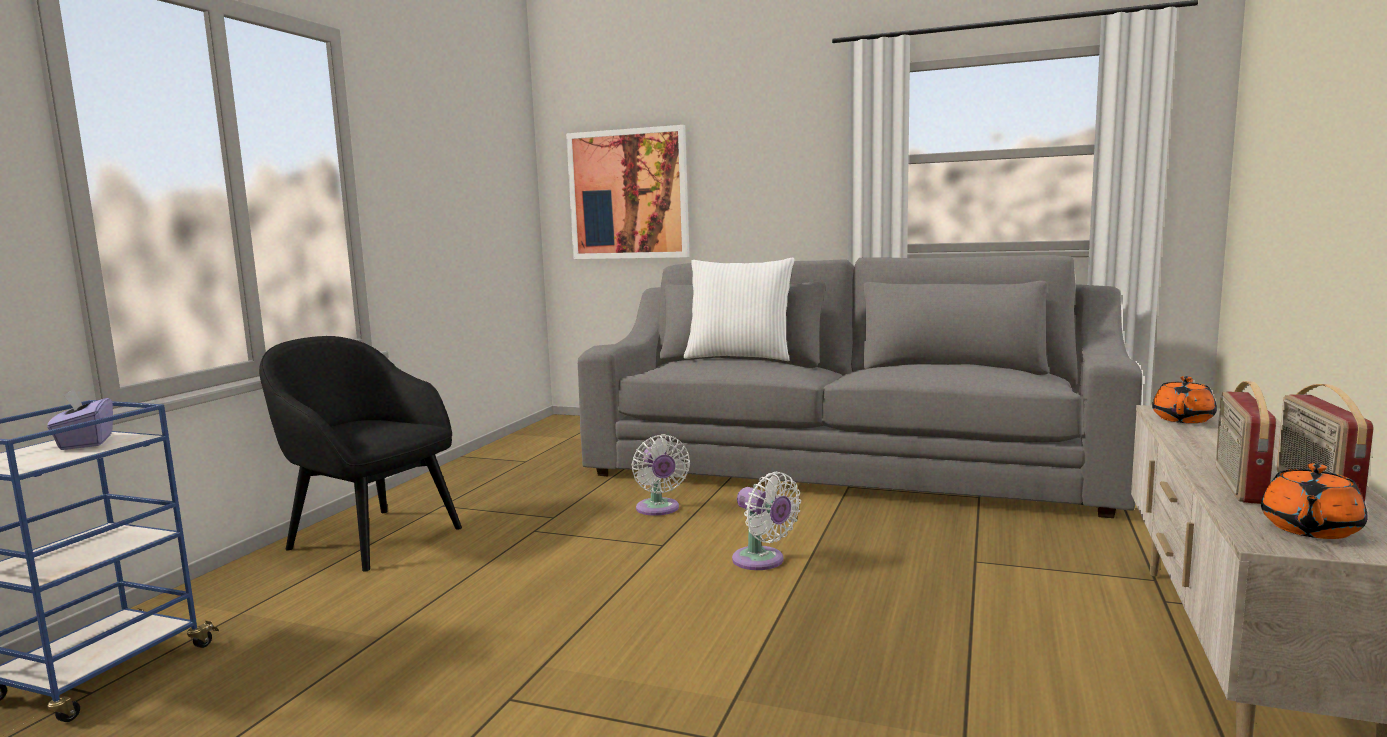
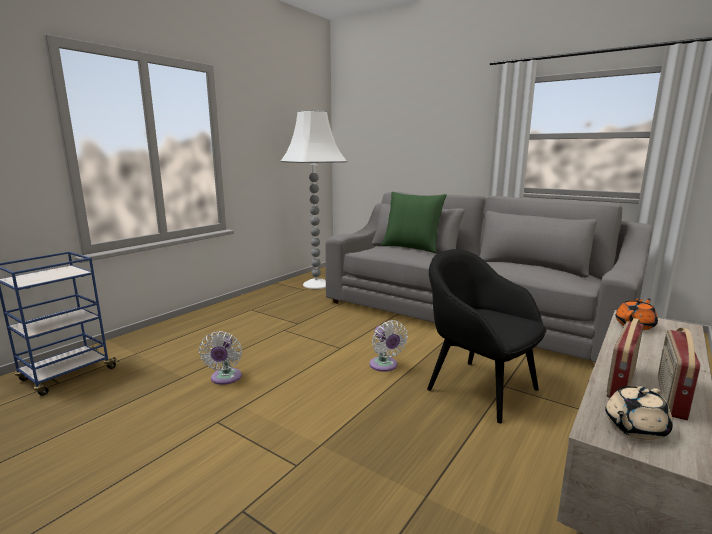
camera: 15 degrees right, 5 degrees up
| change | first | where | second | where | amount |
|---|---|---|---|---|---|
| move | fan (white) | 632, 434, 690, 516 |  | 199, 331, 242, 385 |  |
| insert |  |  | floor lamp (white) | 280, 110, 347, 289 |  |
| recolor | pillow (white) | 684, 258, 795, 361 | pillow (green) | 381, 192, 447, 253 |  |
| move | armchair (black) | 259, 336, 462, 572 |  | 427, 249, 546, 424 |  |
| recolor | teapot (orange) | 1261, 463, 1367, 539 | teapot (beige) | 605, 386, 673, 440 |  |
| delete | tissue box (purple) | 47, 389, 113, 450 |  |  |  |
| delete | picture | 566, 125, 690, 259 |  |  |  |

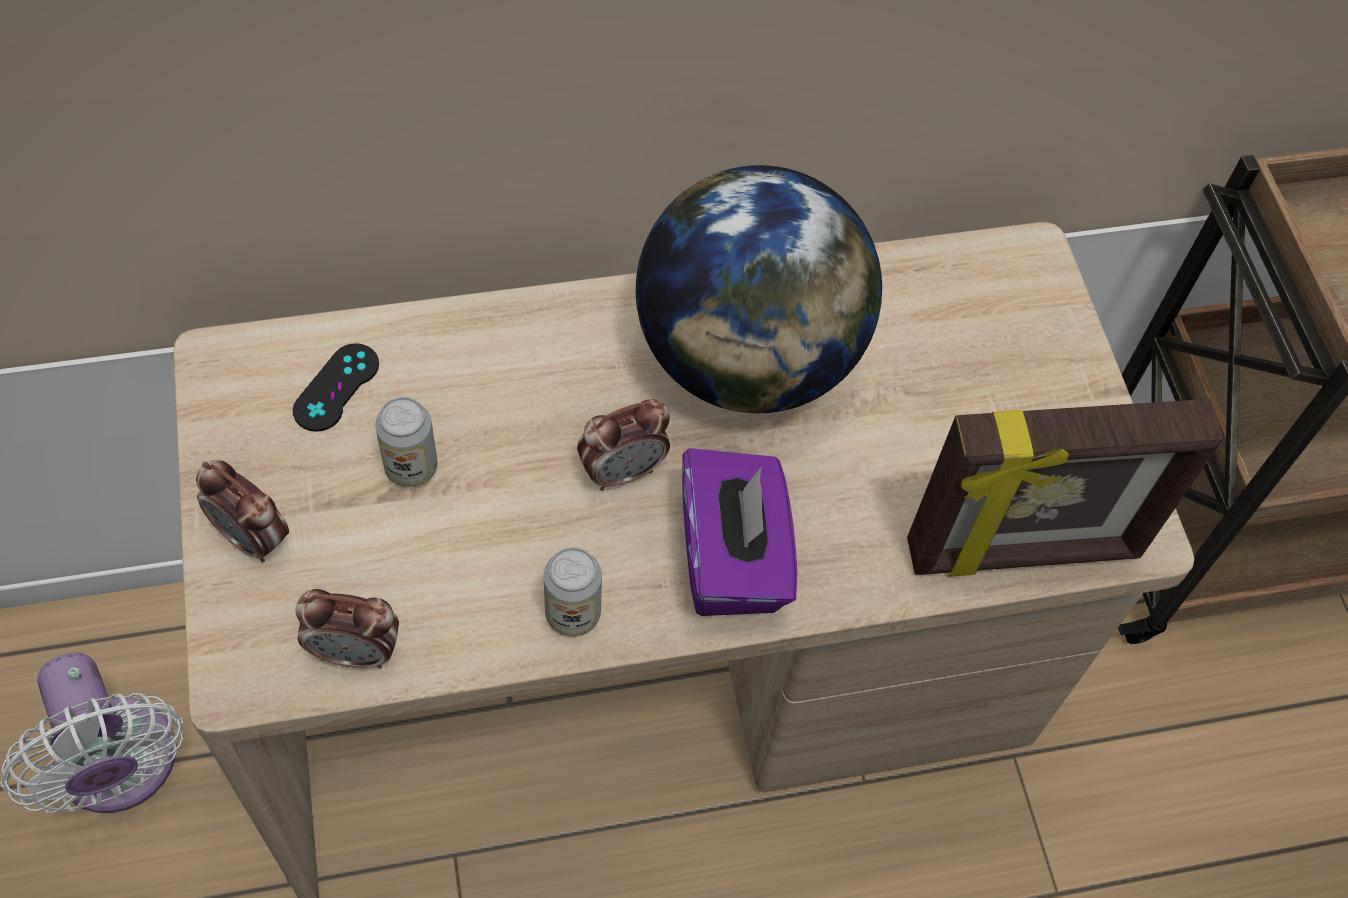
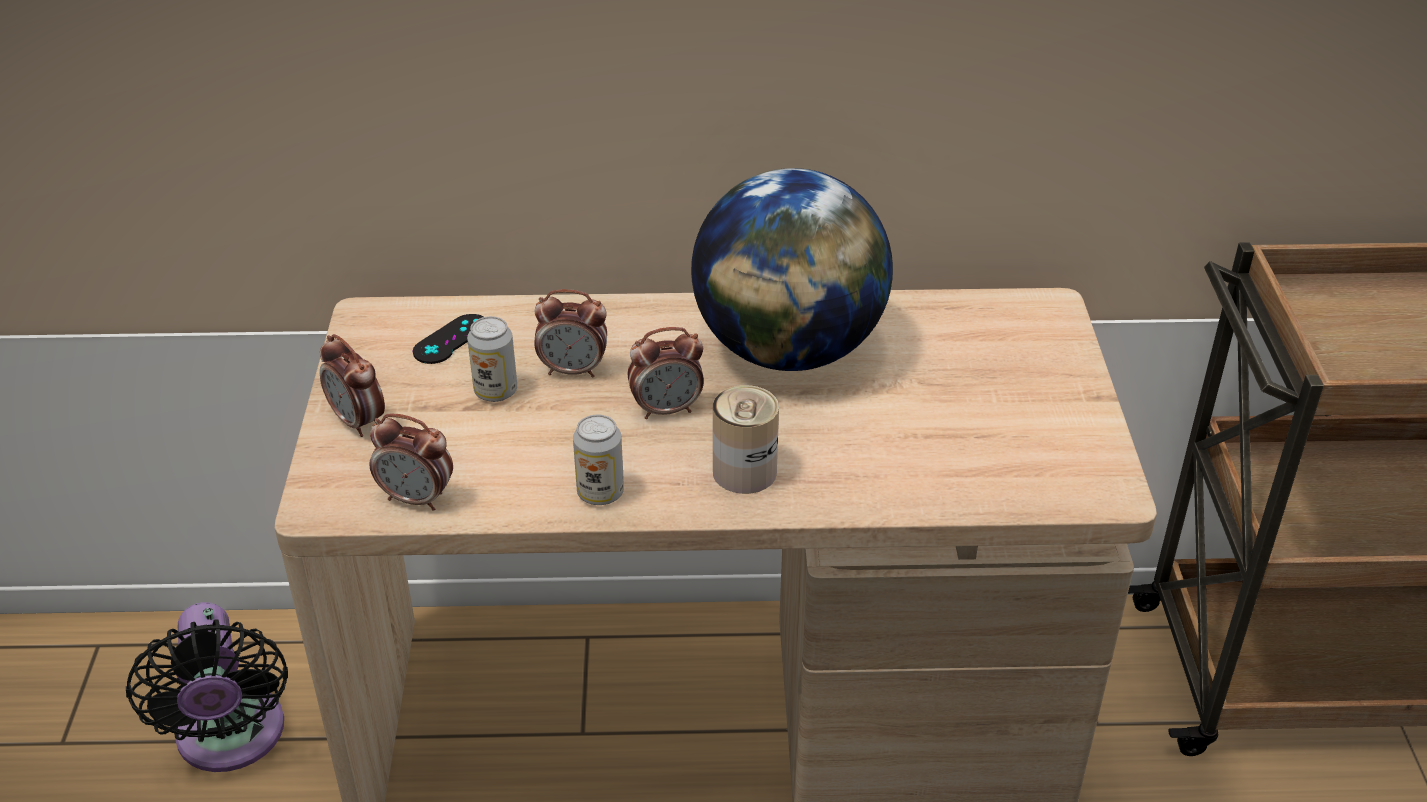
camera: 15 degrees right, 20 degrees down
| change | first | where | second | where | amount |
|---|---|---|---|---|---|
| recolor | fan (white) | 1, 652, 184, 813 | fan (black) | 126, 602, 288, 772 |  |
| insert |  |  | alarm clock | 534, 289, 607, 378 |  |
| replace | tissue box (purple) | 682, 448, 797, 616 | can | 713, 385, 779, 494 |  |
| delete | picture frame | 907, 399, 1223, 577 |  |  |  |

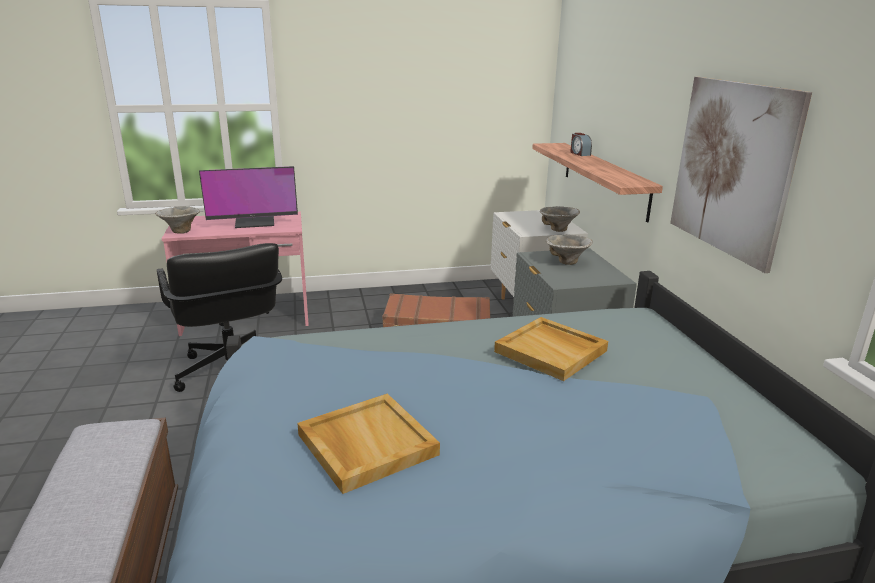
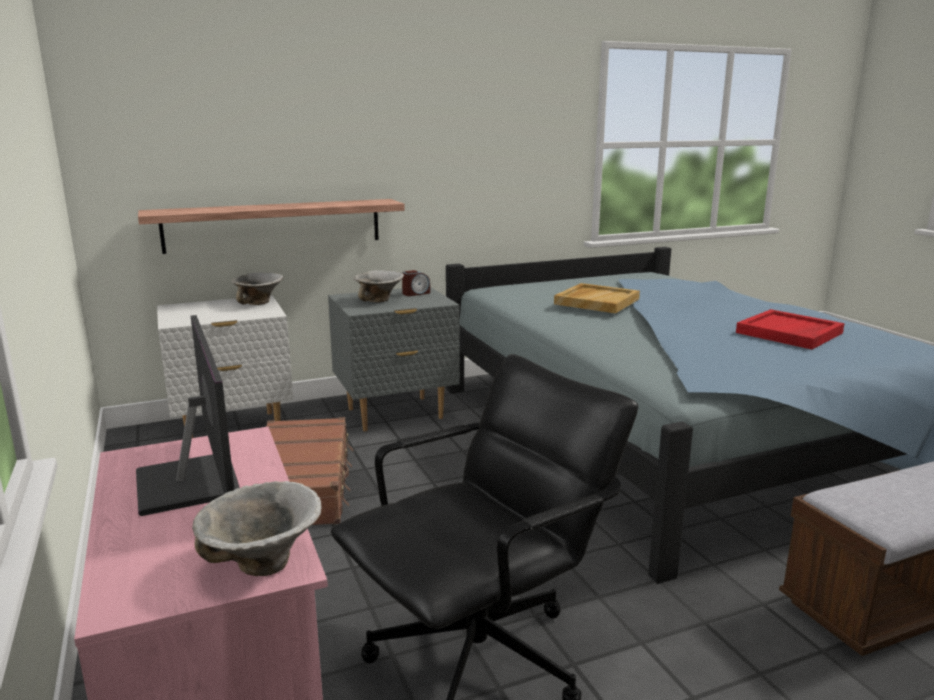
camera: 100 degrees left, 5 degrees down
| change | first | where | second | where | amount |
|---|---|---|---|---|---|
| move | alarm clock | 570, 133, 592, 156 |  | 402, 270, 430, 296 |  |
| recolor | tray (beige) | 297, 393, 440, 494 | tray (red) | 736, 309, 845, 349 |  |
| delete | picture | 670, 77, 812, 273 |  |  |  |

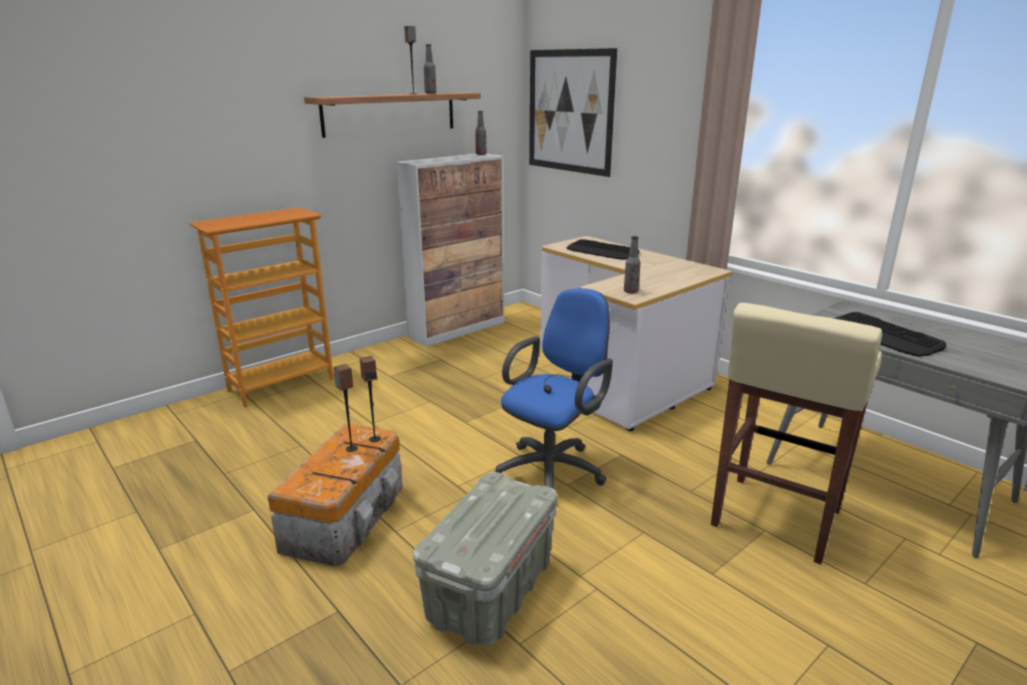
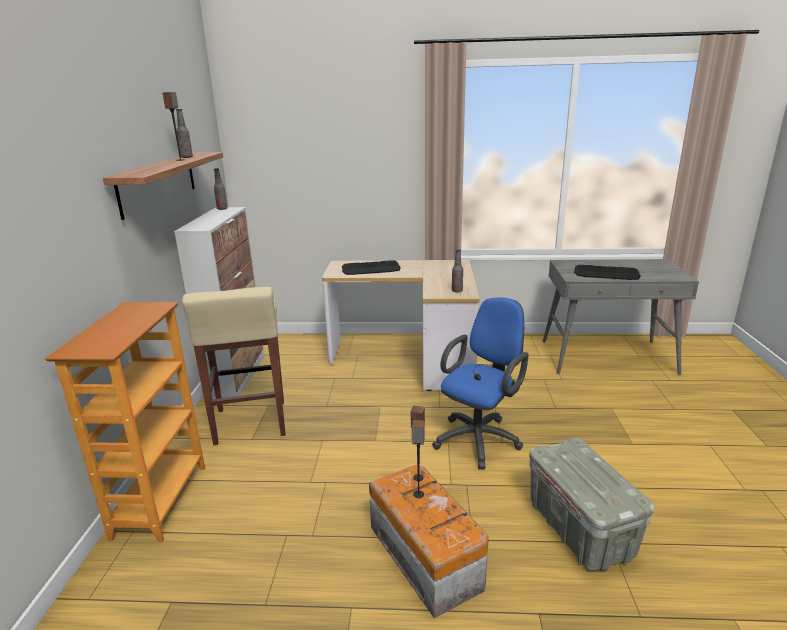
camera: 45 degrees left, 0 degrees up
| change | first | where | second | where | amount |
|---|---|---|---|---|---|
| move | stool (beige) | 711, 303, 882, 565 |  | 182, 287, 285, 445 |  |
| rotate | office chair (blue) | 493, 288, 613, 489 |  | 432, 298, 529, 469 | 45 degrees clockwise |
| delete | picture | 529, 48, 617, 177 |  |  |  |

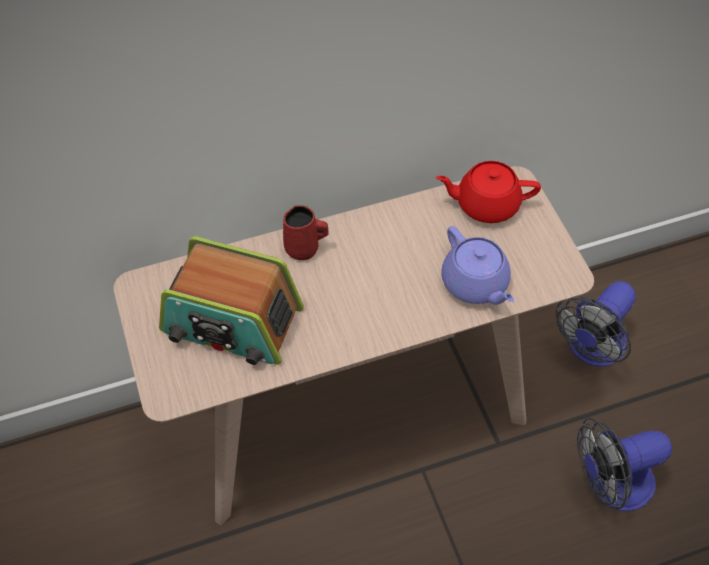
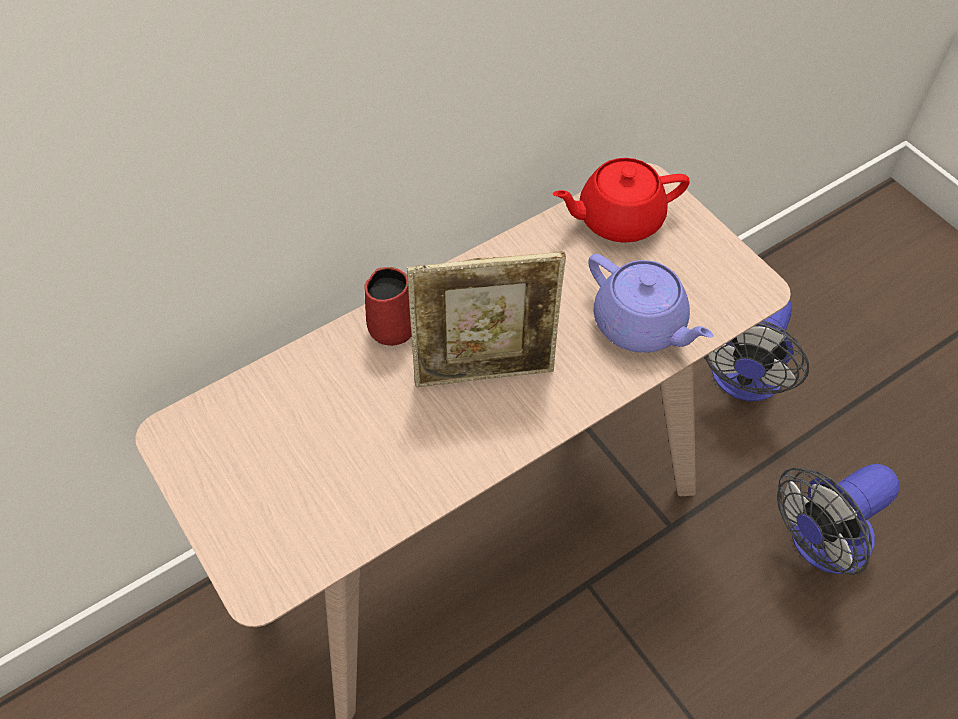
camera: 15 degrees left, 0 degrees up
| change | first | where | second | where | amount |
|---|---|---|---|---|---|
| insert |  |  | picture frame | 407, 252, 566, 387 |  |
| delete | radio | 159, 236, 304, 365 |  |  |  |

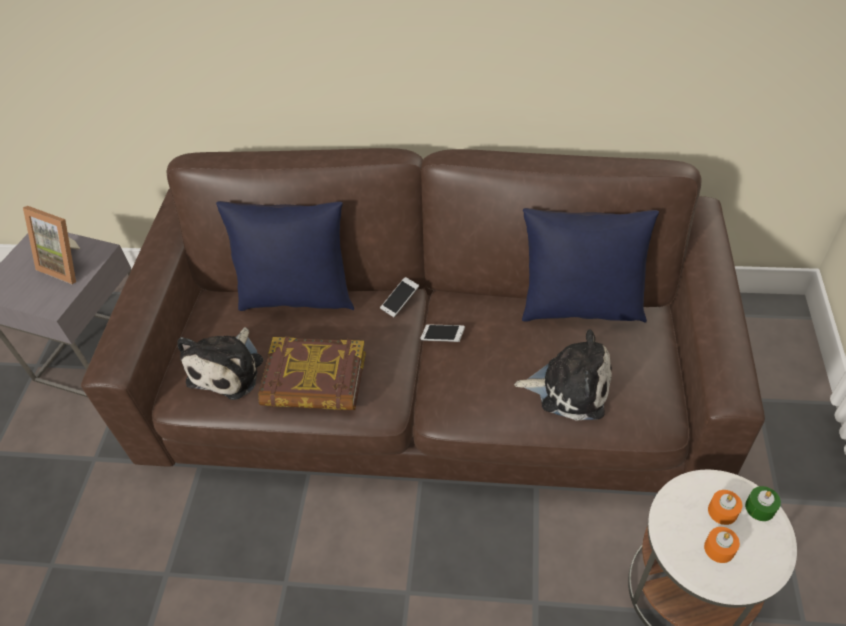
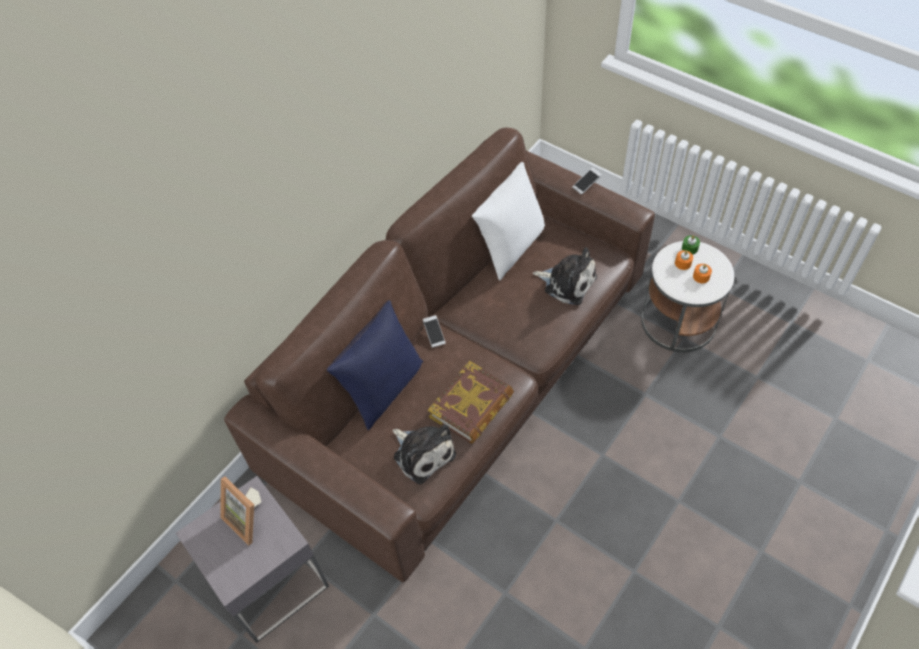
camera: 60 degrees left, 5 degrees up
| change | first | where | second | where | amount |
|---|---|---|---|---|---|
| rotate | picture frame | 23, 206, 80, 284 |  | 220, 477, 261, 546 | 75 degrees clockwise |
| recolor | pillow (blue) | 522, 208, 659, 323 | pillow (white) | 472, 162, 545, 281 |  |
| rotate | plush toy | 514, 329, 612, 421 |  | 533, 247, 597, 305 | 75 degrees clockwise |
| move | phone | 420, 324, 465, 342 |  | 572, 167, 602, 195 |  |

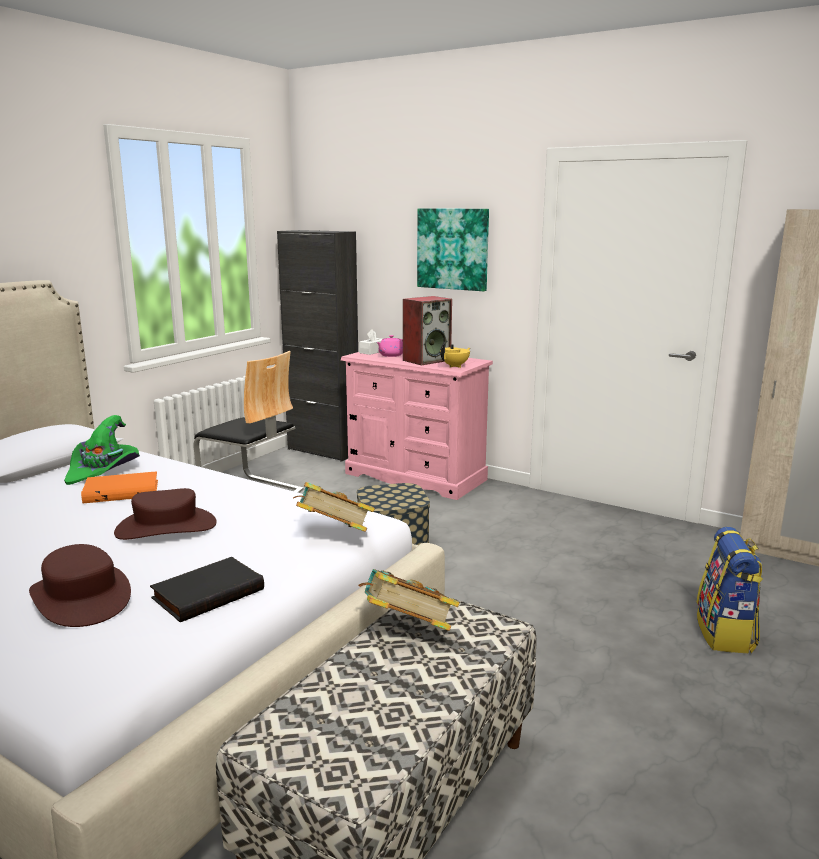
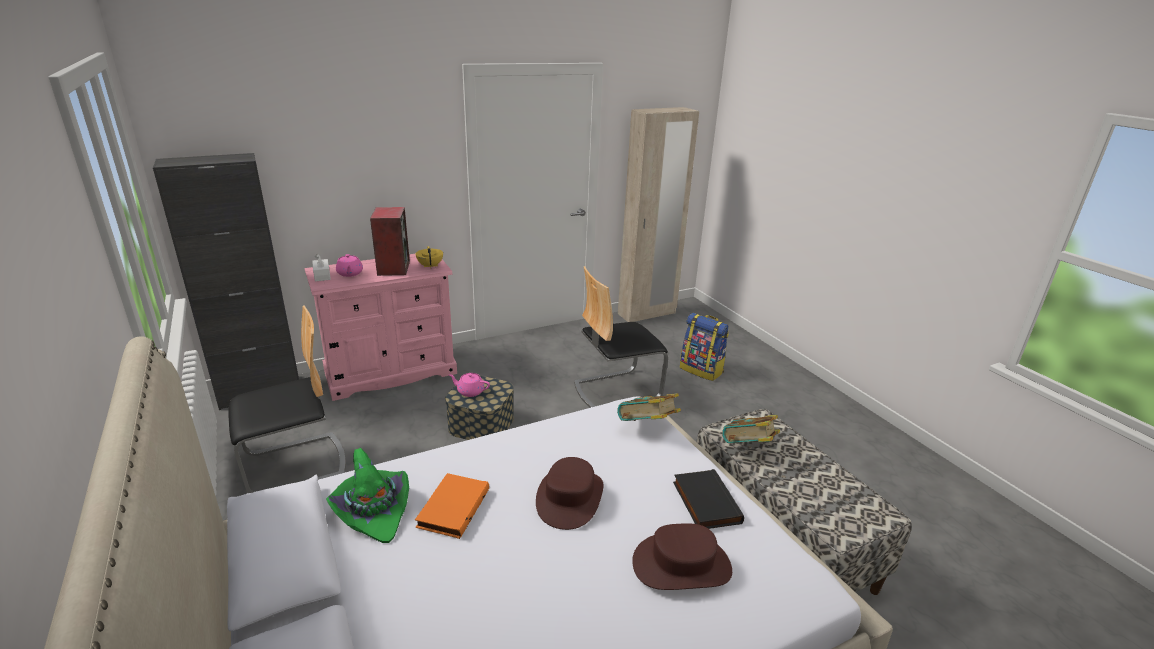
camera: 60 degrees left, 10 degrees up
| change | first | where | second | where | amount |
|---|---|---|---|---|---|
| insert |  |  | teapot (pink) | 449, 373, 490, 397 |  |
| insert |  |  | chair | 574, 266, 668, 408 |  |
| delete | picture | 417, 208, 489, 291 |  |  |  |

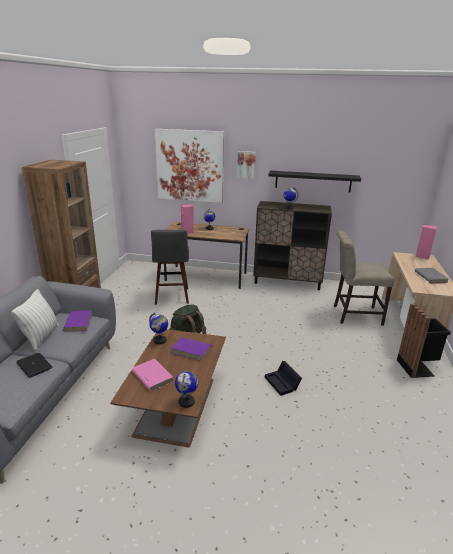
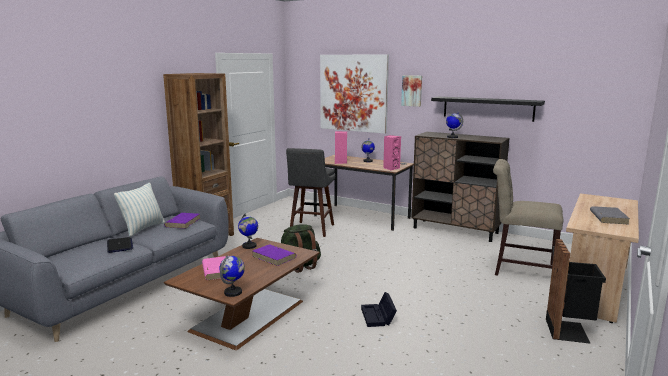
camera: 20 degrees right, 10 degrees down
| change | first | where | second | where | amount |
|---|---|---|---|---|---|
| move | speaker (pink) | 416, 225, 437, 260 |  | 383, 135, 401, 171 |  |

